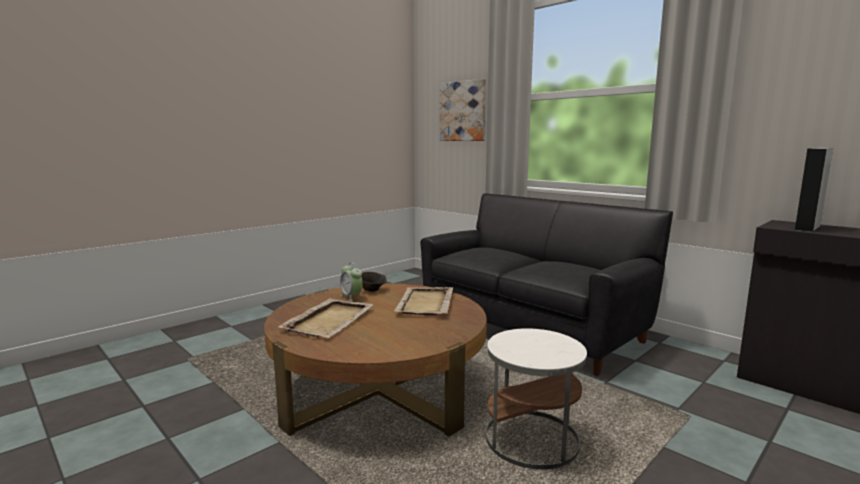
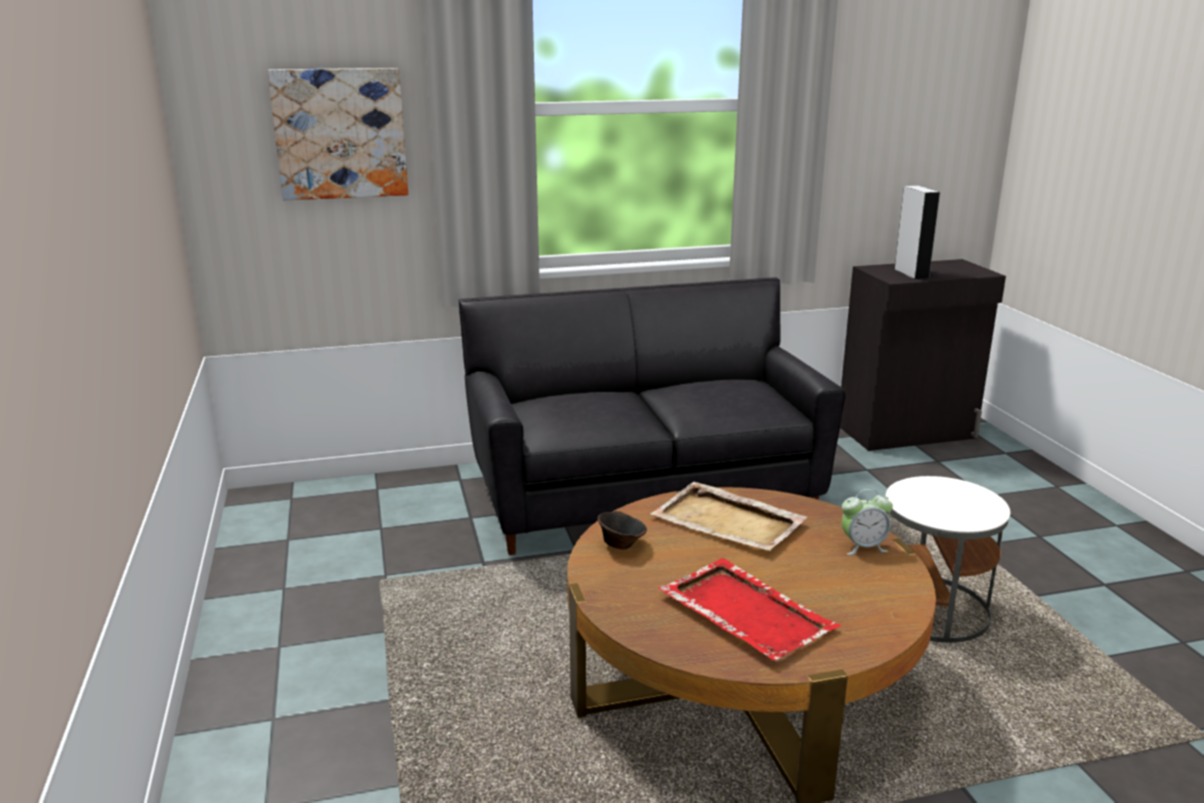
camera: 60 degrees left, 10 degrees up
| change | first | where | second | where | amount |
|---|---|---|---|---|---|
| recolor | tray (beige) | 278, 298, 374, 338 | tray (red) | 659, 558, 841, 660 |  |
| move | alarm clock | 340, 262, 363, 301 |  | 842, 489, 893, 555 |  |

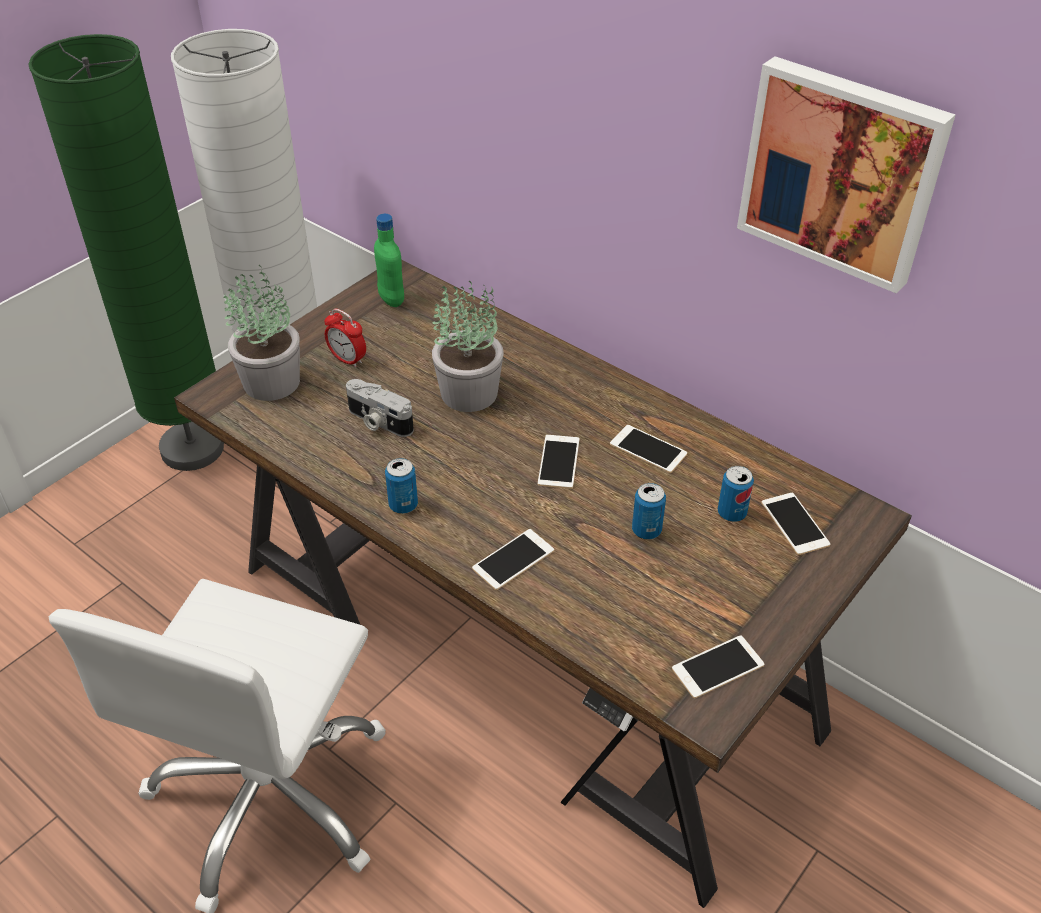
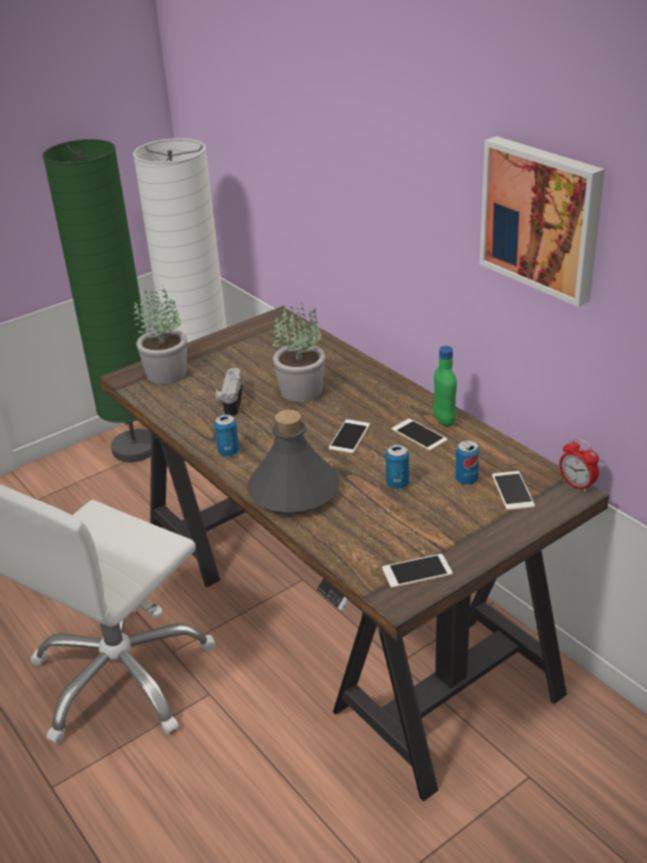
camera: 15 degrees right, 10 degrees down
| change | first | where | second | where | amount |
|---|---|---|---|---|---|
| rotate | photo camera | 346, 379, 414, 437 |  | 216, 368, 242, 417 | 45 degrees clockwise |
| replace | phone | 472, 529, 554, 590 | bottle (grey) | 247, 410, 339, 514 |  |
| move | bottle (green) | 374, 214, 404, 307 |  | 433, 346, 457, 427 |  |
| move | alarm clock | 324, 309, 366, 368 |  | 559, 438, 599, 493 |  |

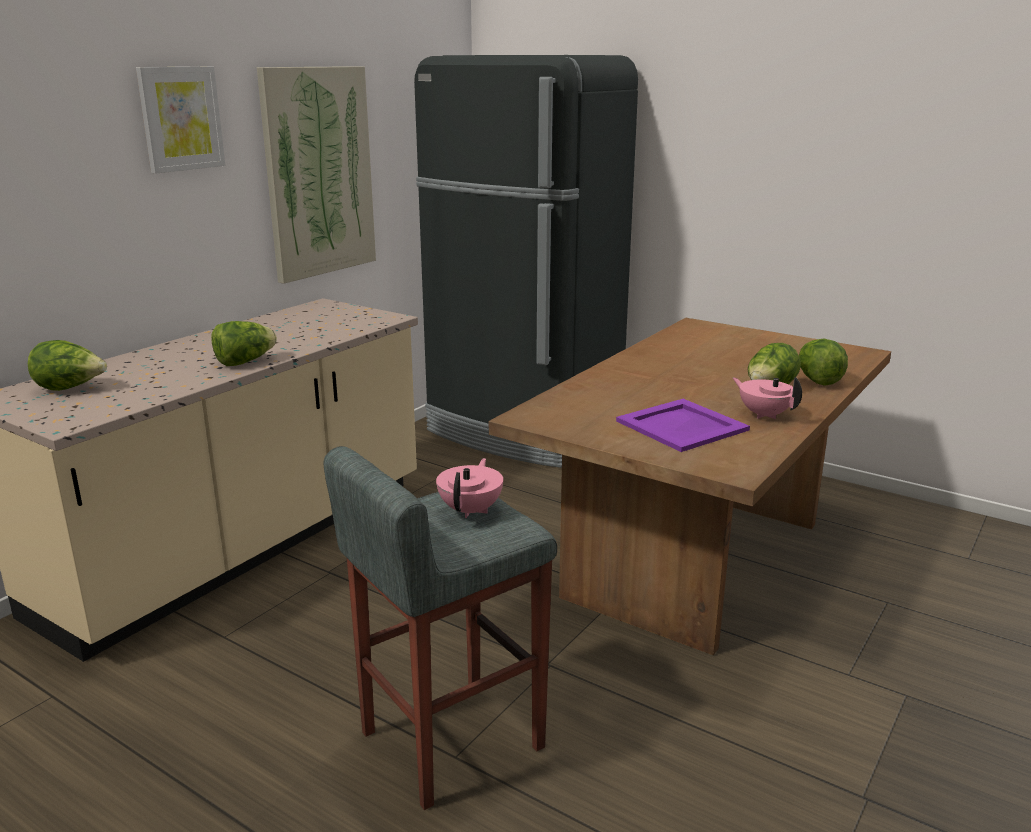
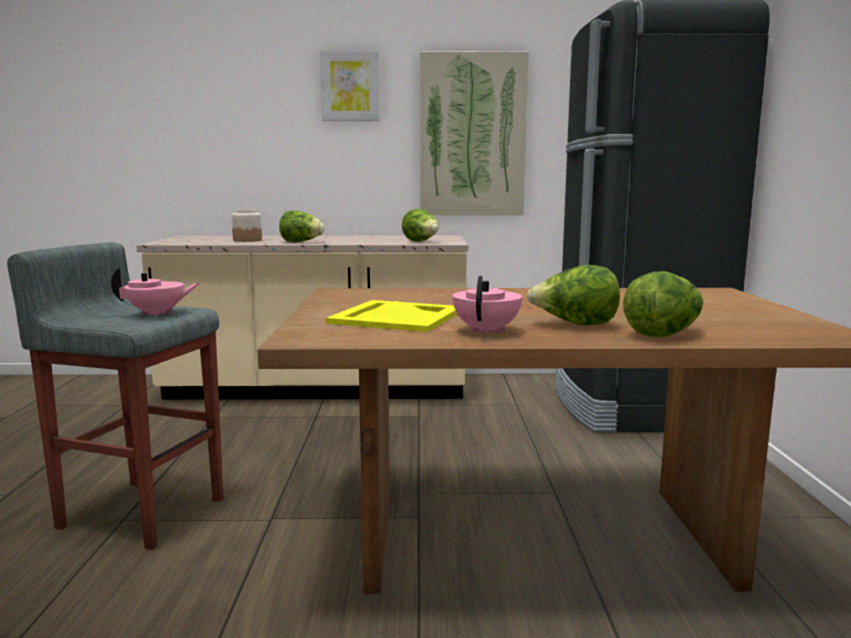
camera: 55 degrees right, 10 degrees down
| change | first | where | second | where | amount |
|---|---|---|---|---|---|
| insert |  |  | jar | 232, 209, 262, 242 |  |
| recolor | tray (purple) | 616, 399, 750, 452 | tray (yellow) | 325, 300, 457, 332 |  |
| move | lettuce | 28, 340, 107, 391 |  | 402, 209, 439, 242 |  |

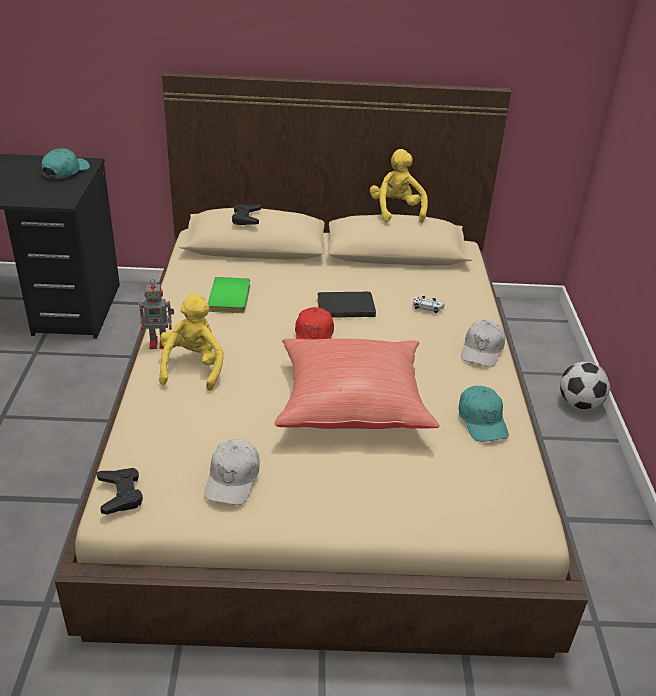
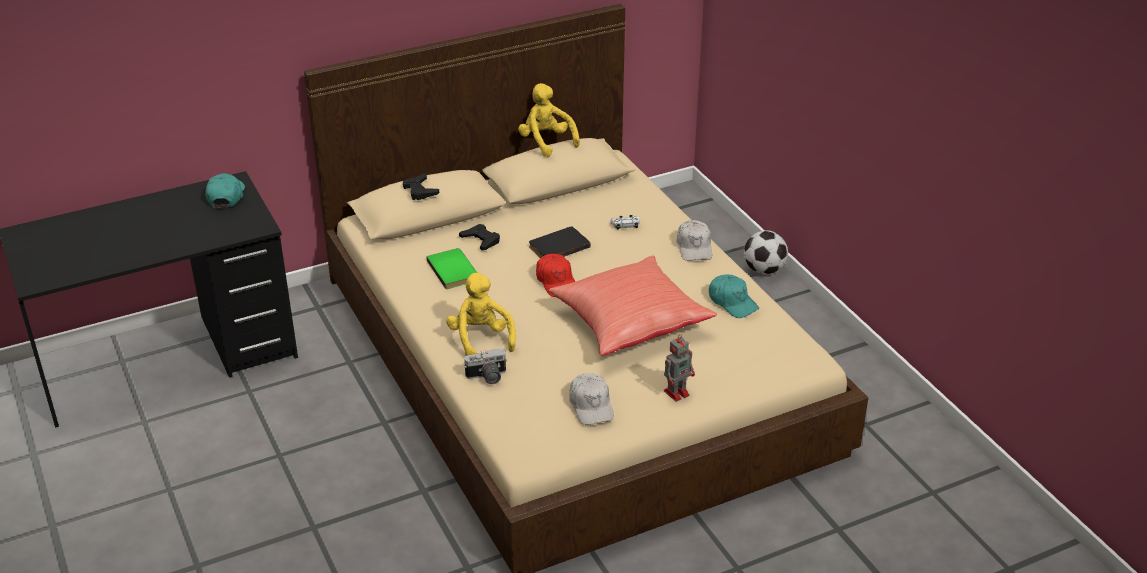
camera: 25 degrees left, 0 degrees up
| change | first | where | second | where | amount |
|---|---|---|---|---|---|
| move | game controller (black) | 96, 468, 143, 515 |  | 459, 224, 500, 250 |  |
| insert |  |  | photo camera | 464, 348, 507, 384 |  |
| move | toy robot | 139, 279, 174, 349 |  | 664, 334, 695, 402 |  |

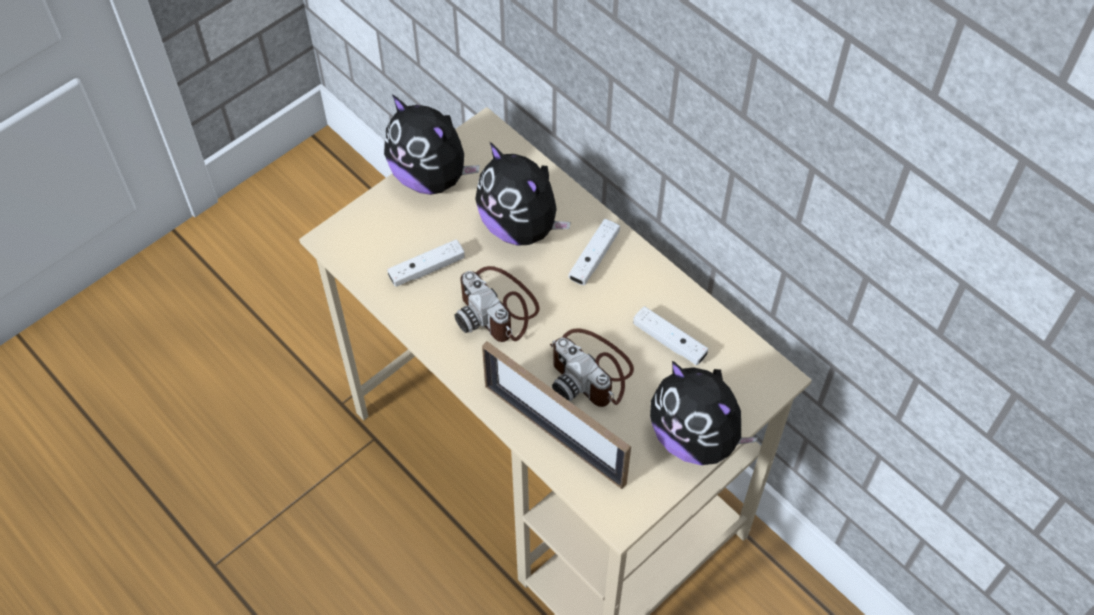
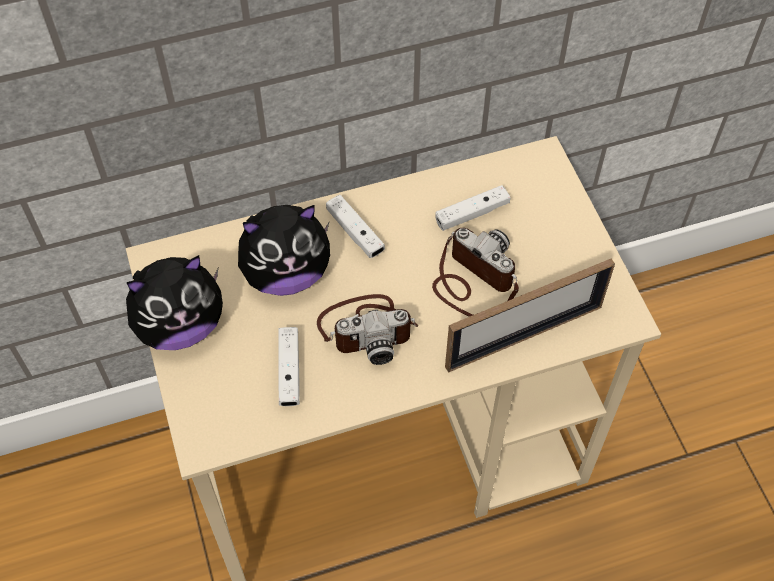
camera: 65 degrees left, 0 degrees up
| change | first | where | second | where | amount |
|---|---|---|---|---|---|
| rotate | photo camera | 550, 328, 634, 407 |  | 432, 228, 519, 317 | 120 degrees counterclockwise |
| delete | plush toy | 650, 361, 759, 465 |  |  |  |

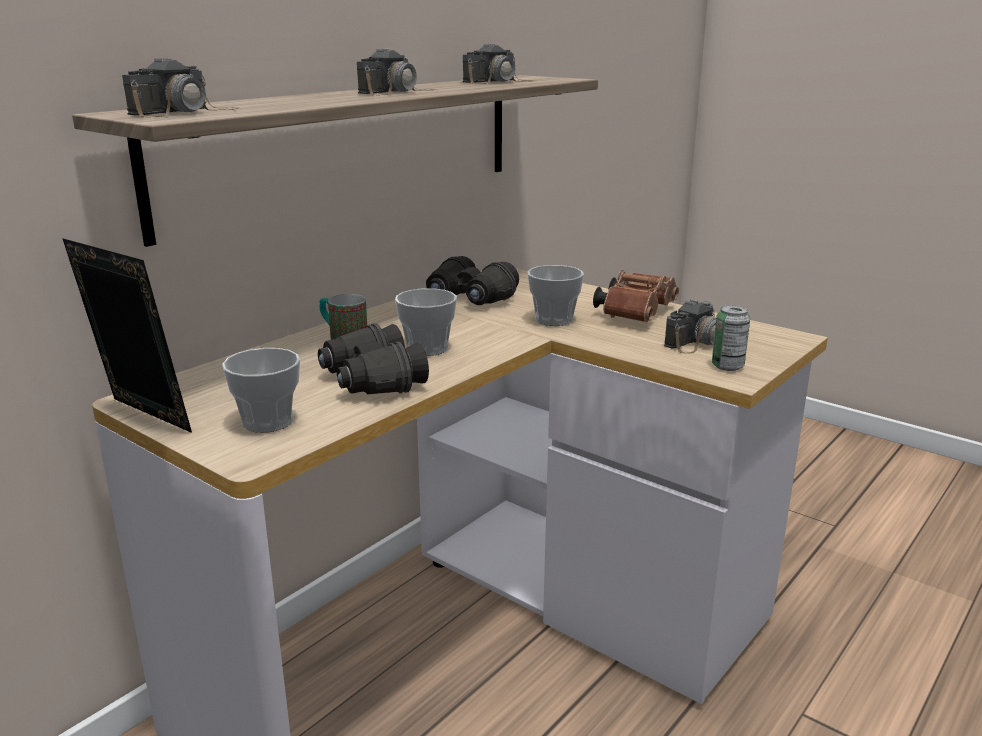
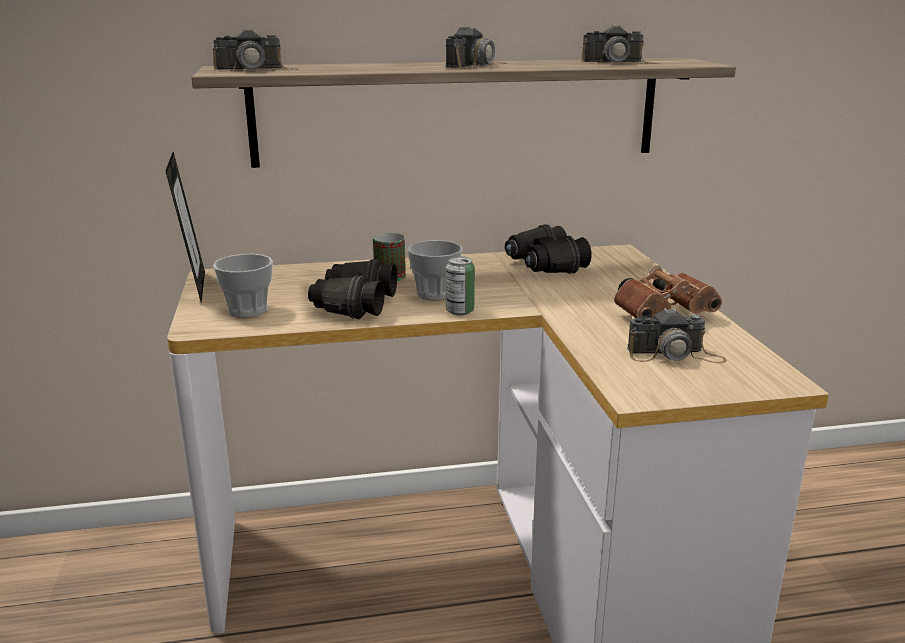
camera: 40 degrees right, 0 degrees up
| change | first | where | second | where | amount |
|---|---|---|---|---|---|
| rotate | photo camera | 357, 49, 437, 95 |  | 446, 27, 507, 69 | 45 degrees counterclockwise |
| move | can | 712, 305, 750, 371 |  | 446, 256, 475, 315 |  |
| delete | cup | 527, 265, 584, 326 |  |  |  |

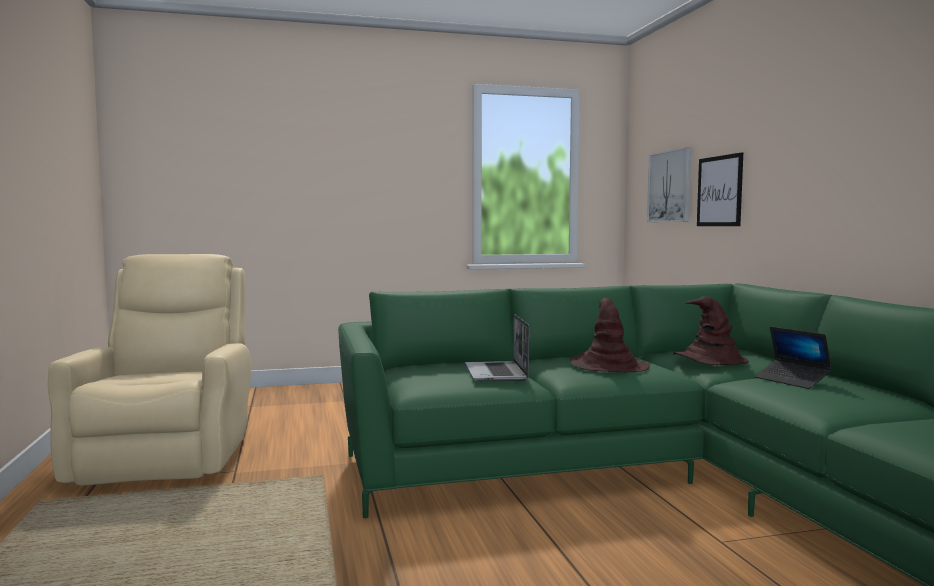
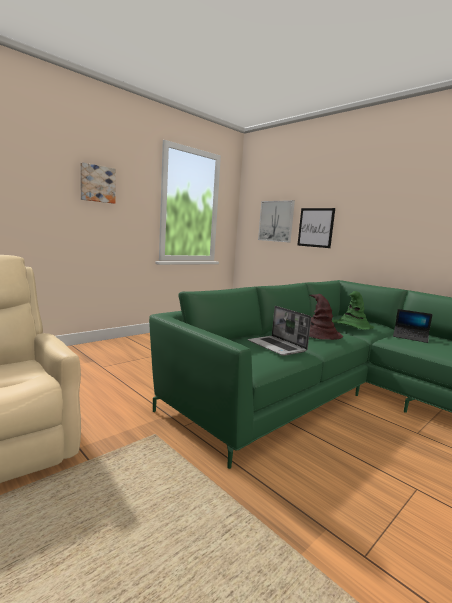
camera: 30 degrees left, 5 degrees up
| change | first | where | second | where | amount |
|---|---|---|---|---|---|
| insert |  |  | picture | 80, 162, 116, 204 |  |
| recolor | hat (brown) | 673, 296, 749, 365 | hat (green) | 332, 291, 374, 330 |  |

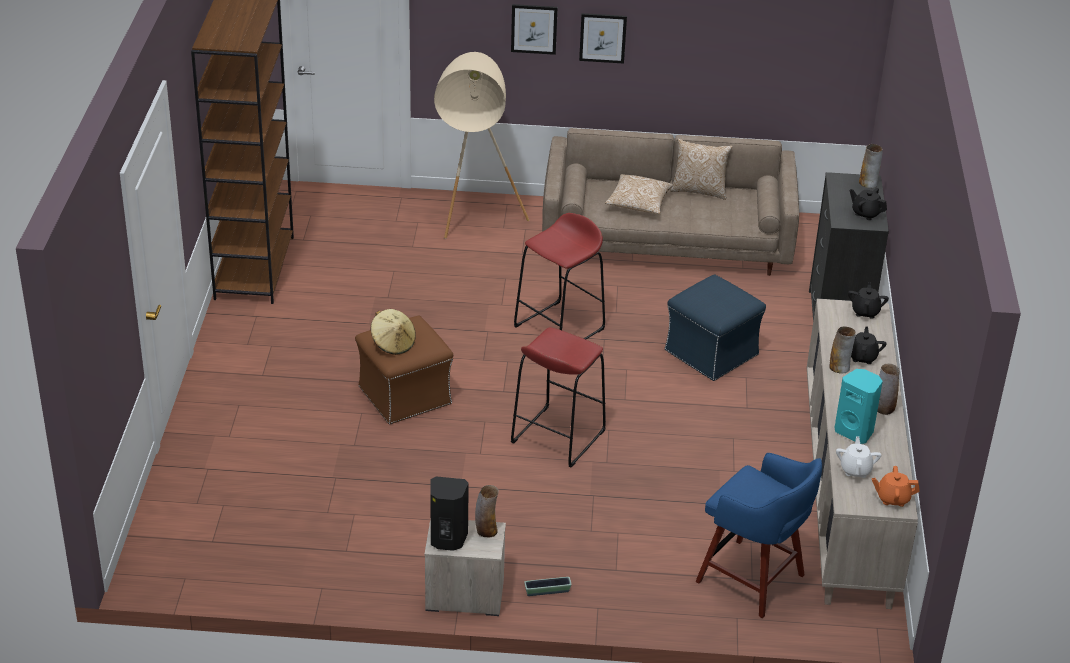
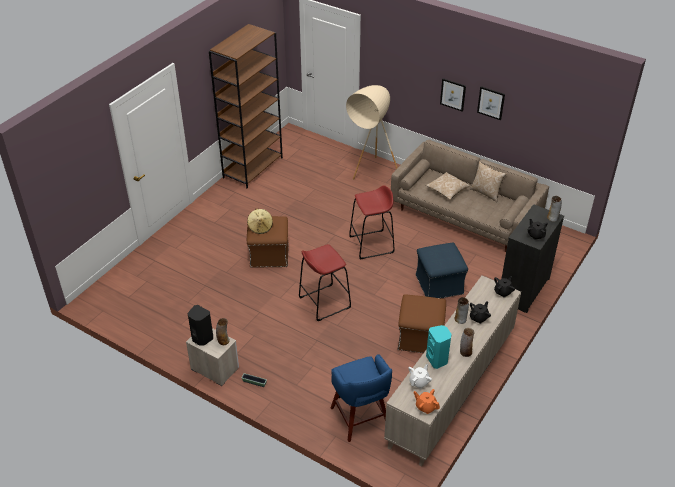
camera: 30 degrees right, 5 degrees up
| change | first | where | second | where | amount |
|---|---|---|---|---|---|
| insert |  |  | ottoman (brown) | 398, 294, 446, 353 |  |
| move | picture | 511, 4, 558, 55 |  | 477, 86, 505, 120 |  |

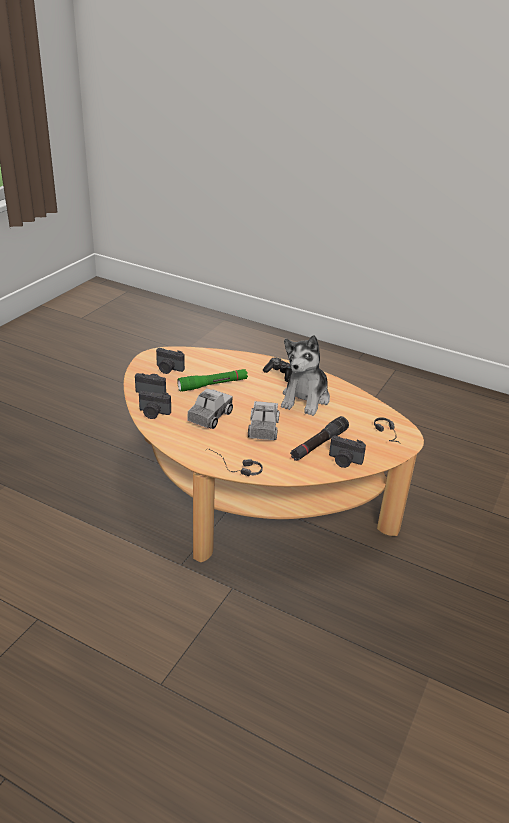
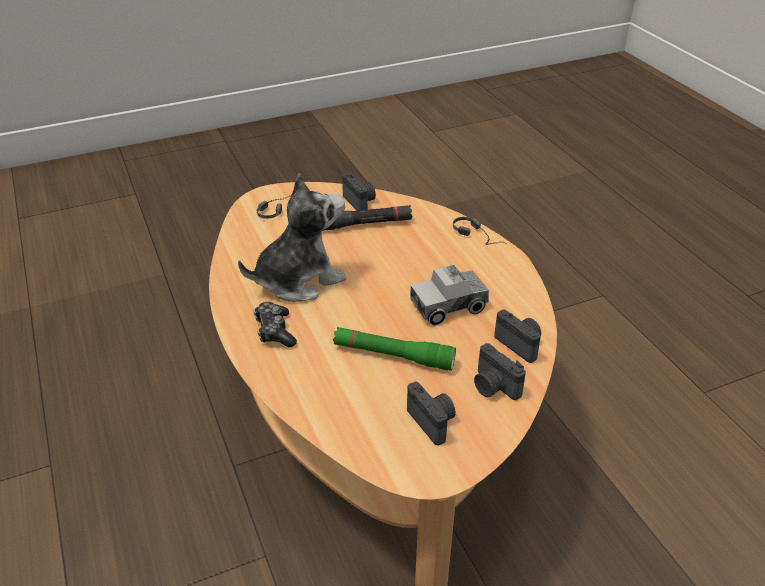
camera: 140 degrees left, 5 degrees up
| change | first | where | second | where | amount |
|---|---|---|---|---|---|
| delete | toy truck | 248, 401, 279, 440 |  |  |  |

